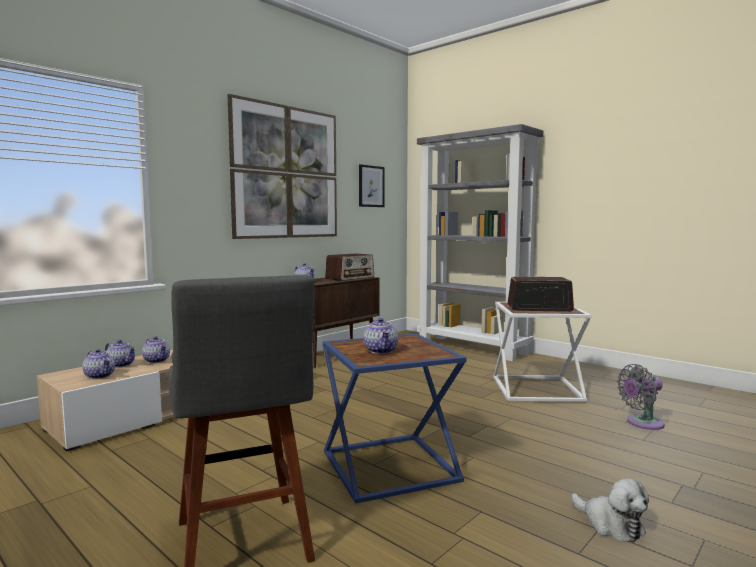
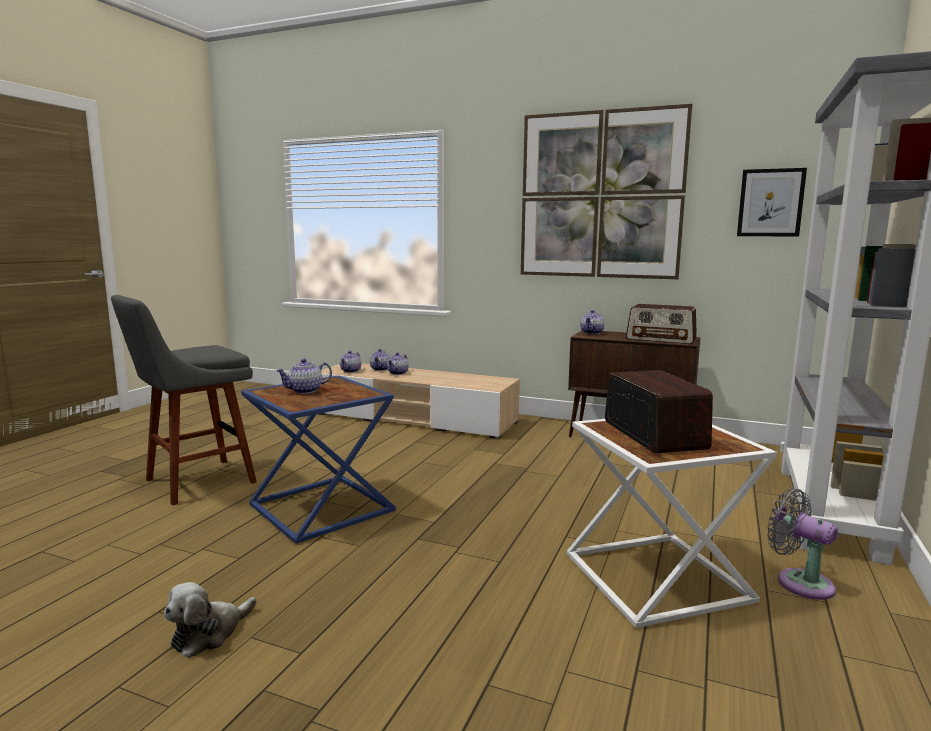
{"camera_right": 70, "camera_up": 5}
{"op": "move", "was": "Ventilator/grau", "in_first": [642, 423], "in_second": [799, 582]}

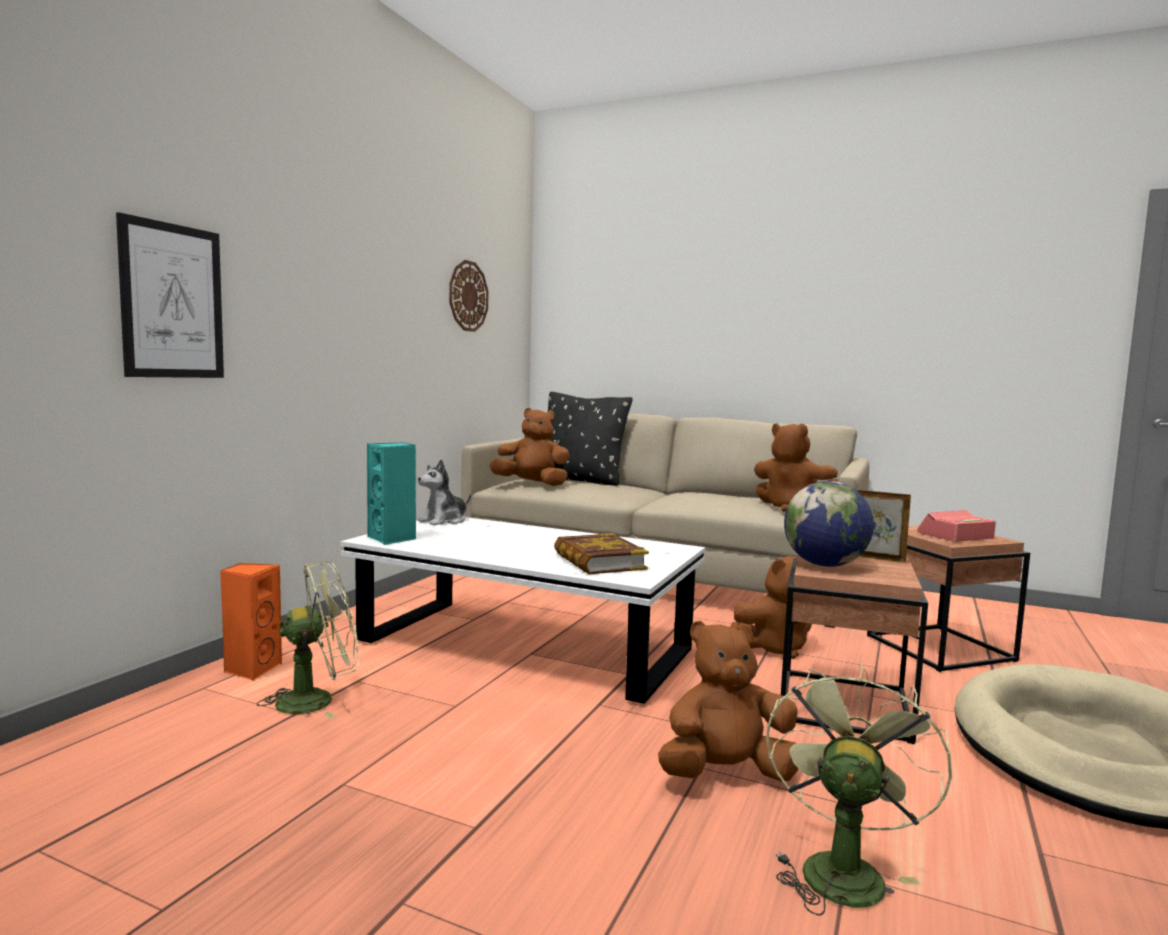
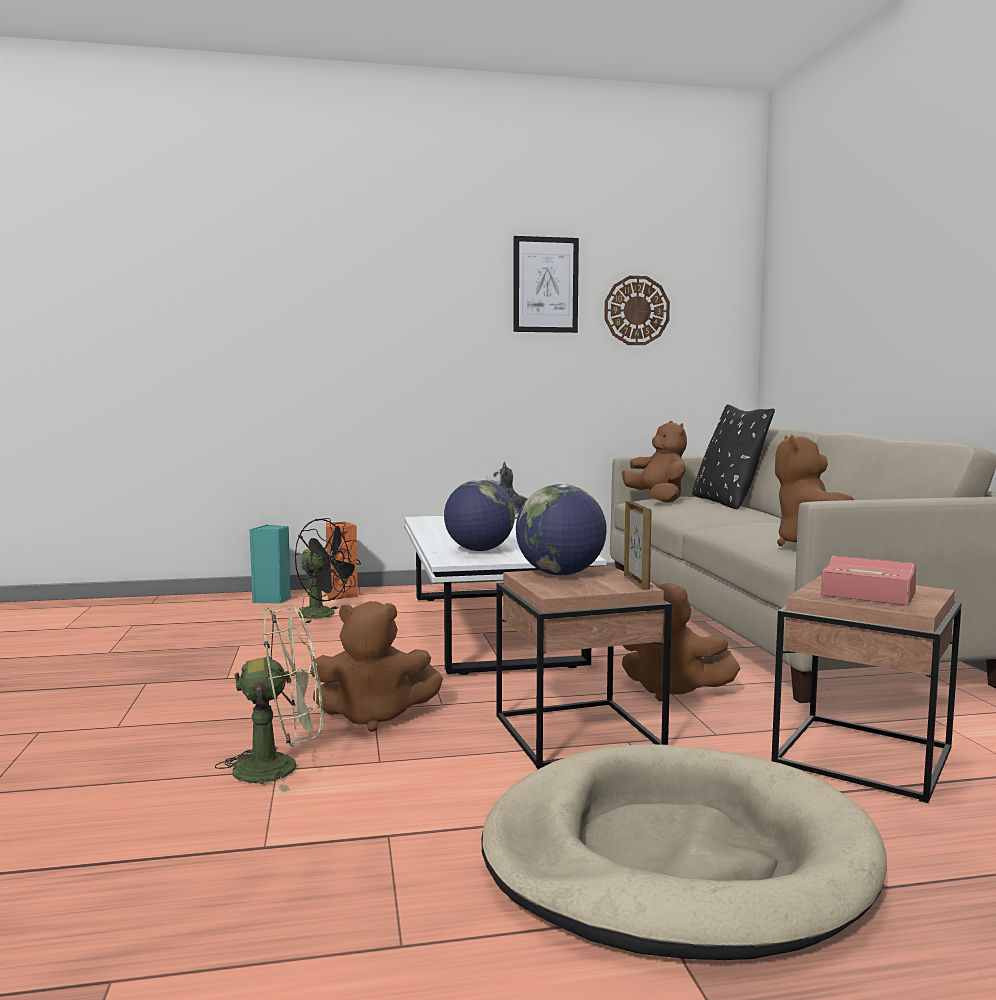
{"camera_right": 55, "camera_up": 0}
{"op": "move", "was": "Bild", "in_first": [172, 301], "in_second": [545, 285]}
{"op": "move", "was": "Lautsprecher/türkis", "in_first": [393, 539], "in_second": [272, 600]}
{"op": "replace", "was": "Buch", "now": "Globus", "in_first": [599, 561], "in_second": [479, 550]}
{"op": "recolor", "was": "Ventilator/grün", "now": "Ventilator/schwarz", "in_first": [317, 700], "in_second": [324, 615]}
{"op": "rotate", "was": "Plüschtier/braun", "in_first": [726, 773], "in_second": [374, 717], "clockwise": 135}

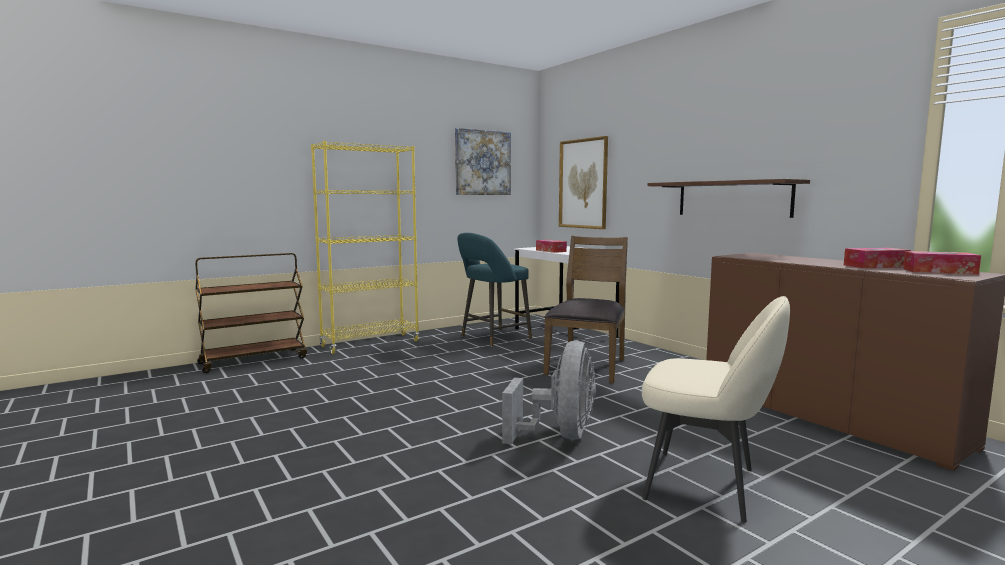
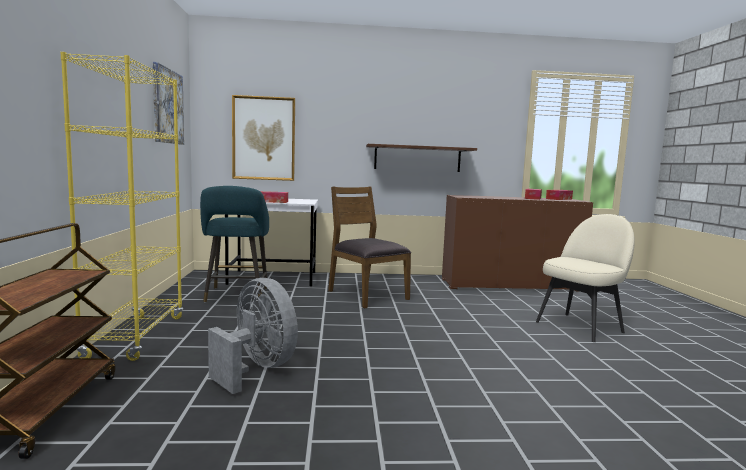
{"camera_right": -60, "camera_up": 0}
{"op": "move", "was": "Ventilator/grau", "in_first": [560, 435], "in_second": [256, 369]}

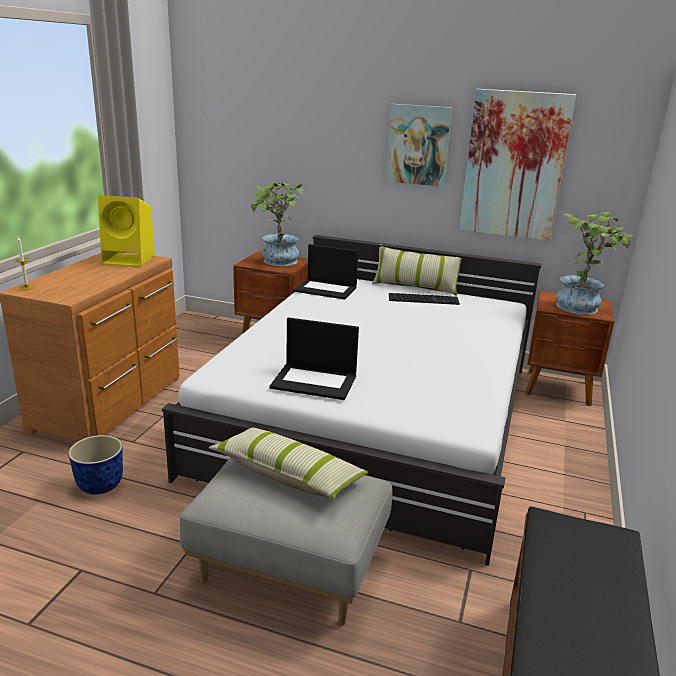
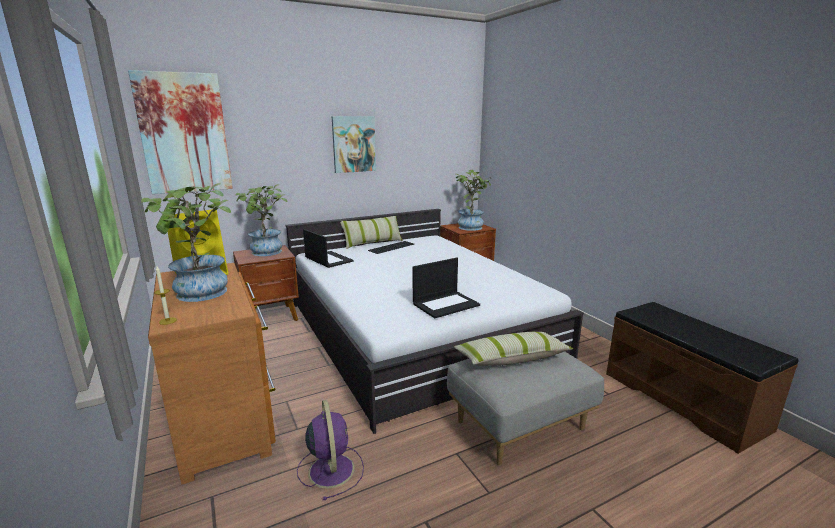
{"camera_right": -45, "camera_up": -5}
{"op": "move", "was": "Bild", "in_first": [514, 166], "in_second": [184, 134]}
{"op": "rotate", "was": "Laptop", "in_first": [326, 289], "in_second": [328, 259], "clockwise": -105}
{"op": "replace", "was": "Pflanzkübel", "now": "Ventilator/lila", "in_first": [100, 485], "in_second": [331, 469]}
{"op": "insert", "now": "Topfpflanze", "in_second": [201, 295]}

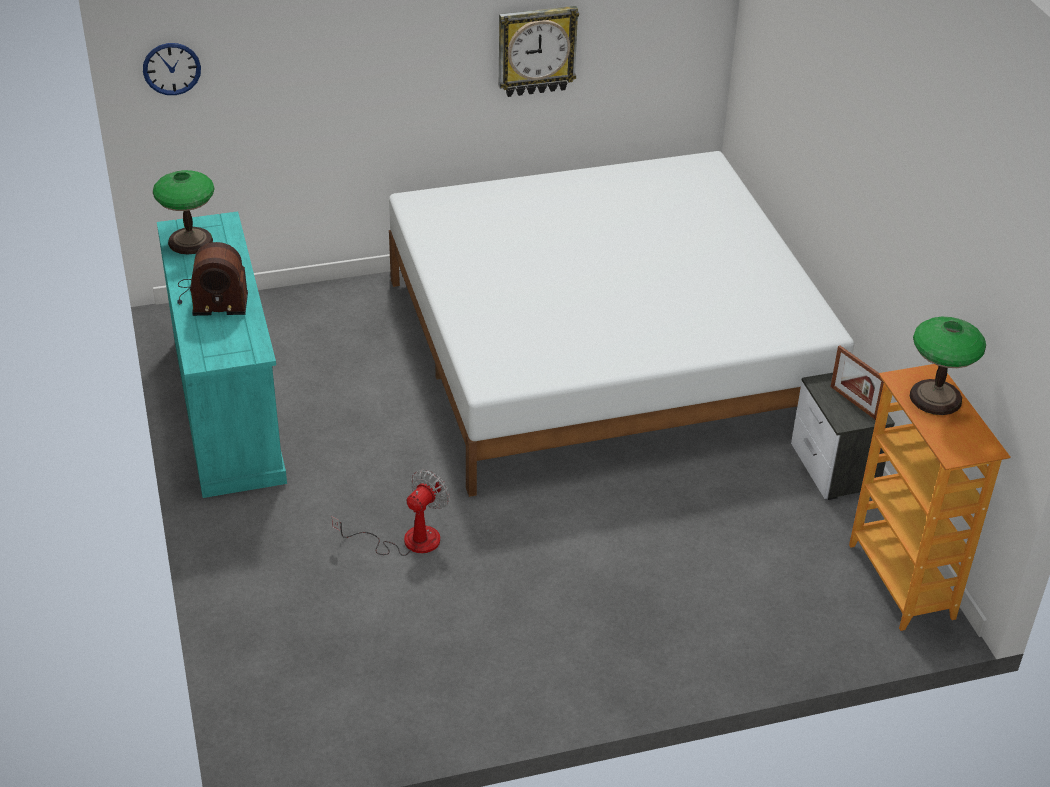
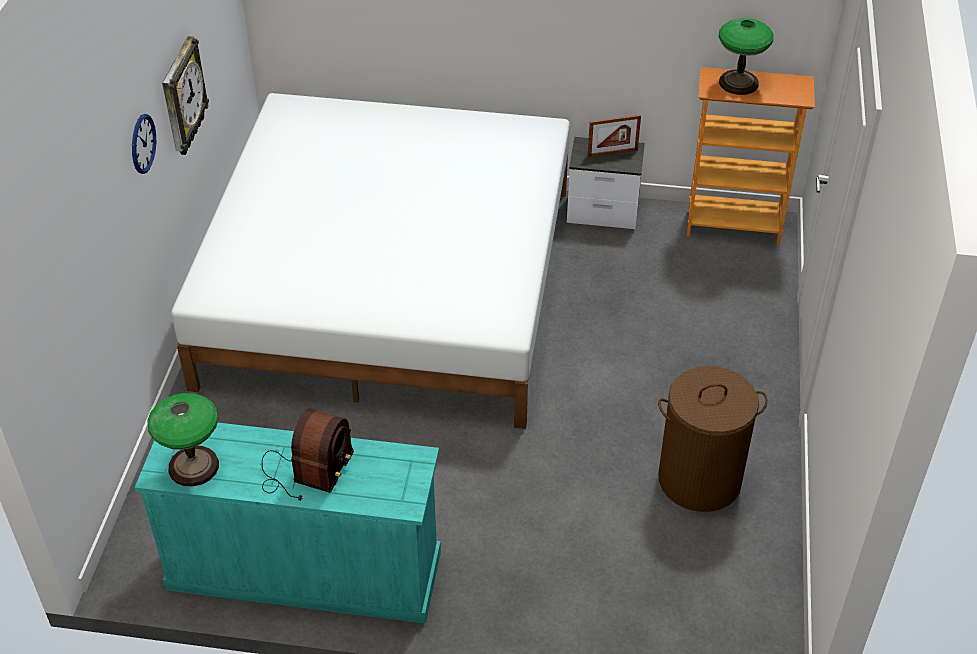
{"camera_right": -65, "camera_up": 5}
{"op": "move", "was": "Wanduhr", "in_first": [171, 68], "in_second": [143, 143]}
{"op": "delete", "was": "Ventilator", "in_first": [407, 540]}
{"op": "insert", "now": "Wäschekorb/braun", "in_second": [699, 479]}

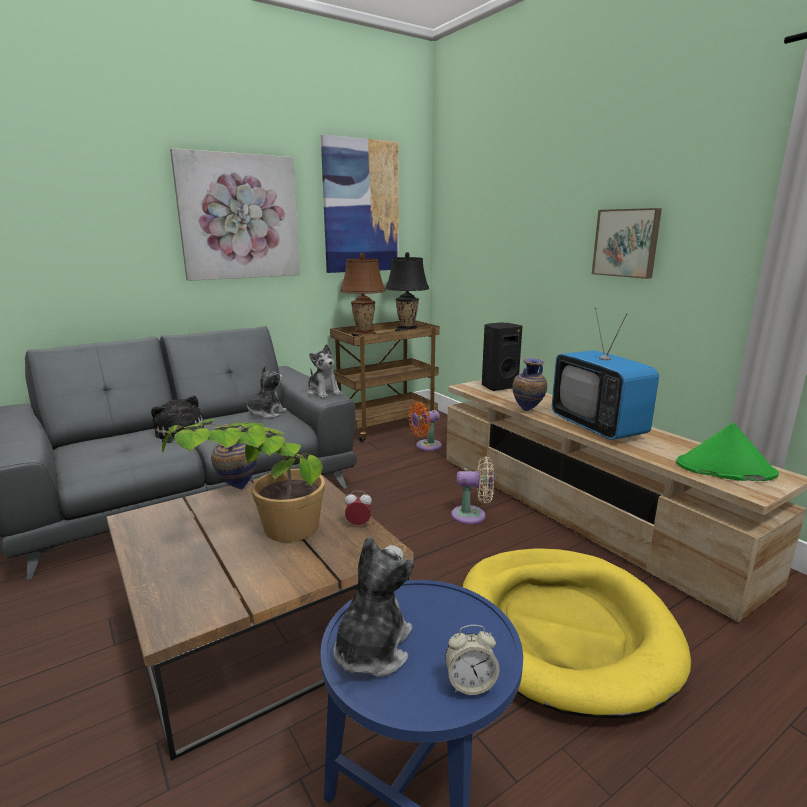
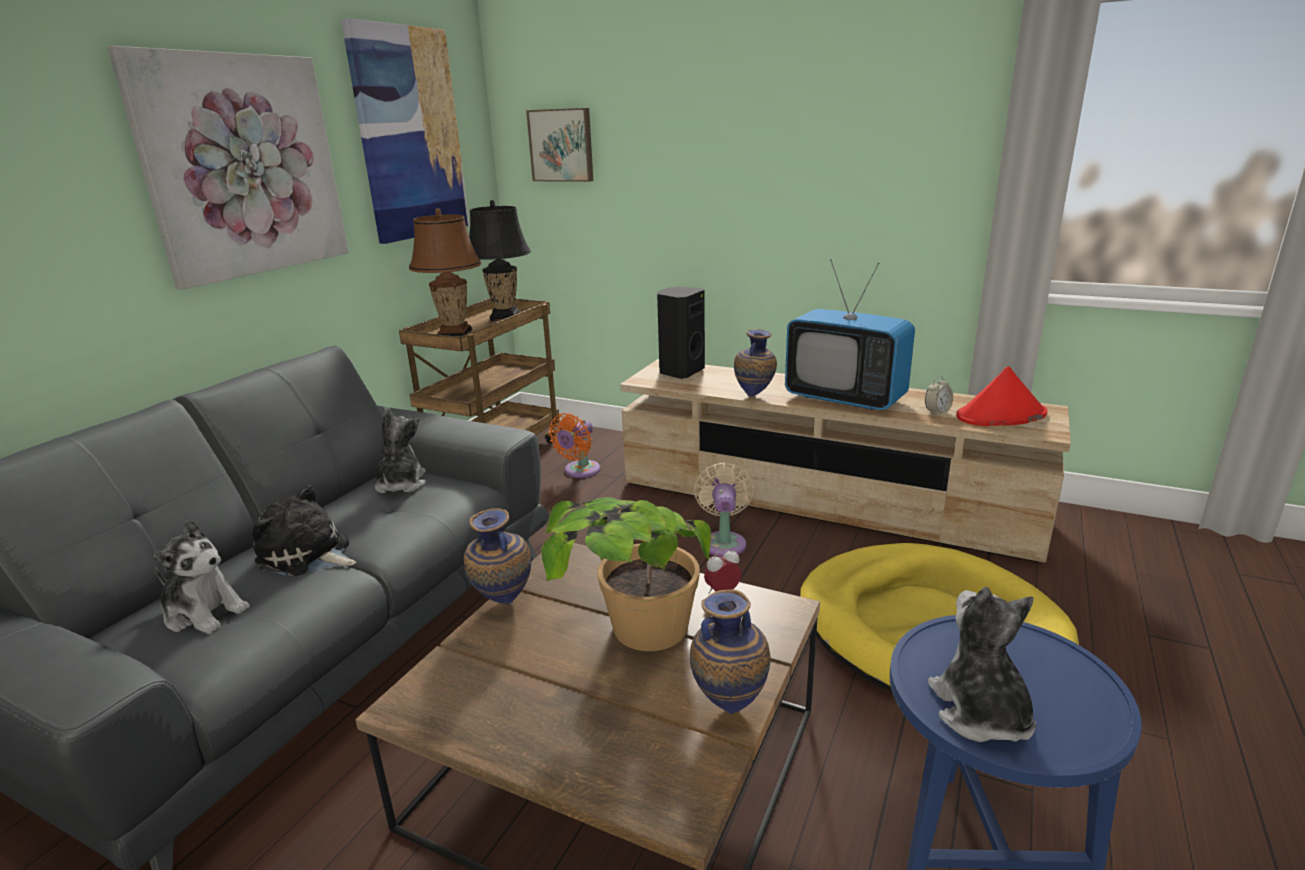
{"camera_right": -30, "camera_up": 5}
{"op": "move", "was": "Bild", "in_first": [626, 243], "in_second": [562, 145]}
{"op": "move", "was": "Plüschtier", "in_first": [323, 392], "in_second": [205, 613]}
{"op": "recolor", "was": "Hut/grün", "now": "Hut/rot", "in_first": [724, 469], "in_second": [1000, 415]}
{"op": "rotate", "was": "Ventilator/beige", "in_first": [472, 515], "in_second": [724, 542], "clockwise": -60}
{"op": "move", "was": "Wecker", "in_first": [470, 684], "in_second": [937, 411]}
{"op": "insert", "now": "Vase", "in_second": [729, 705]}

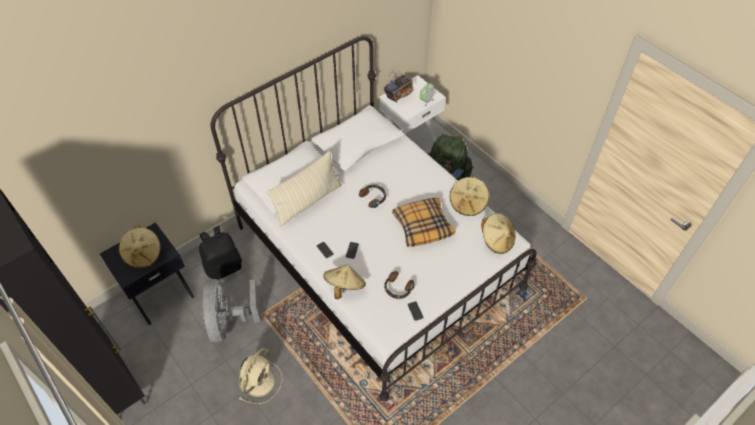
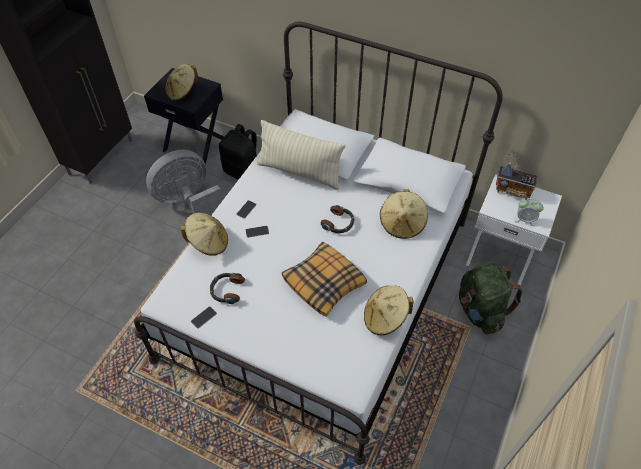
{"camera_right": 65, "camera_up": 0}
{"op": "move", "was": "Hut/beige", "in_first": [497, 240], "in_second": [402, 224]}
{"op": "delete", "was": "Ventilator/beige", "in_first": [260, 381]}

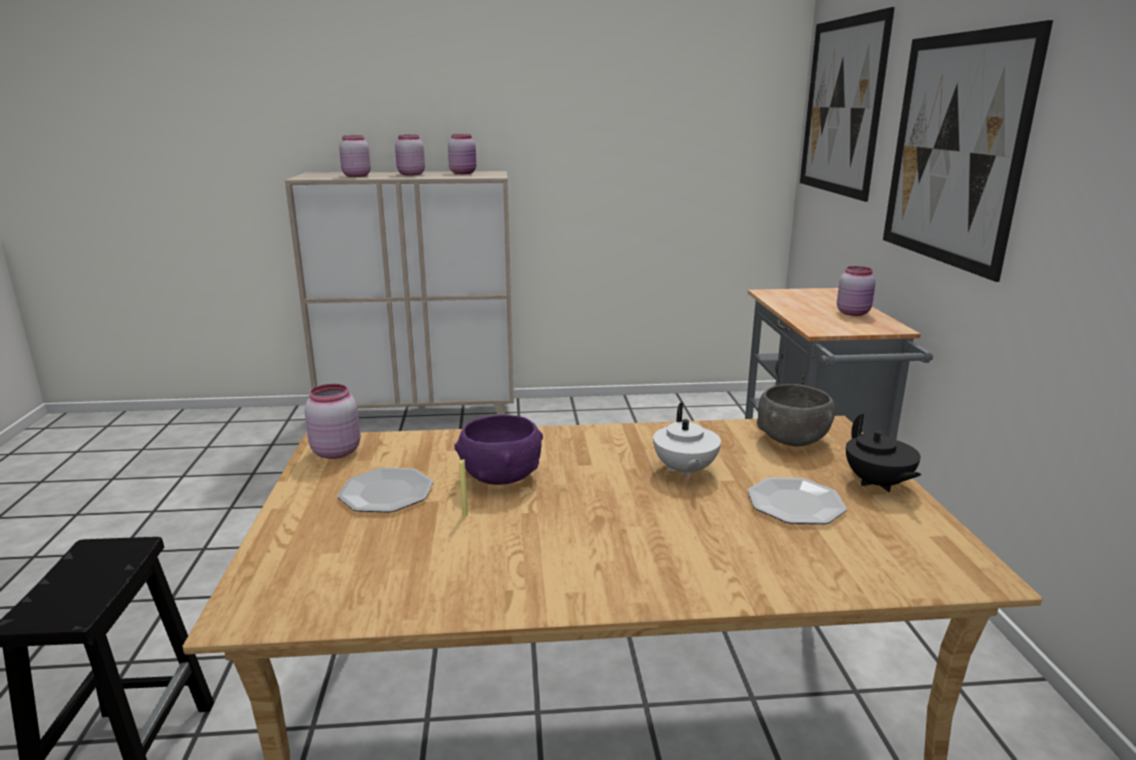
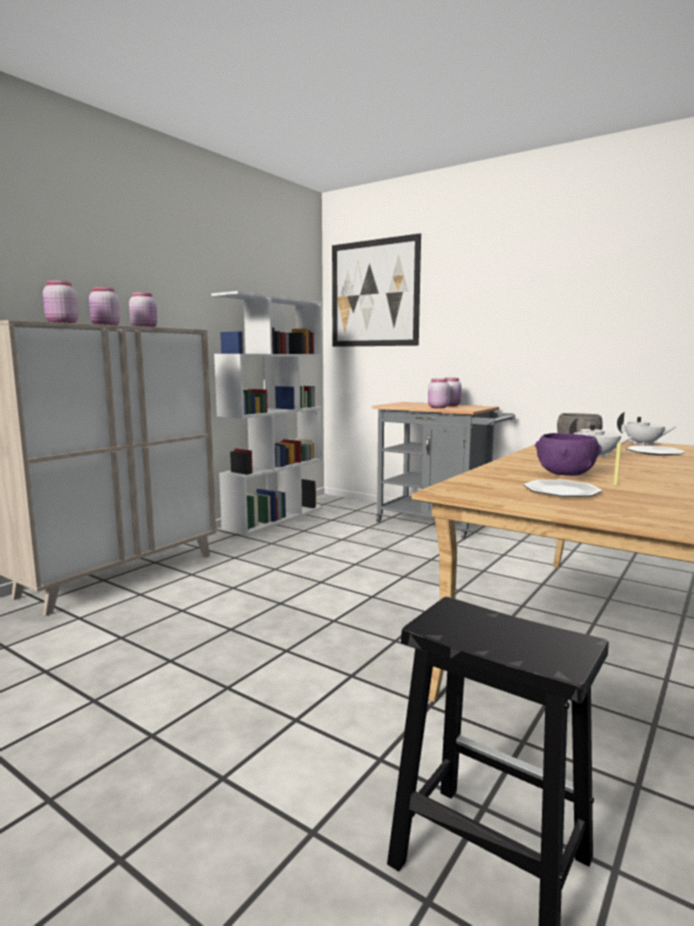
{"camera_right": -50, "camera_up": -10}
{"op": "delete", "was": "Bild", "in_first": [953, 150]}
{"op": "move", "was": "Vorratsglas/rosa", "in_first": [335, 451], "in_second": [437, 407]}
{"op": "recolor", "was": "Teekanne/schwarz", "now": "Teekanne/weiß", "in_first": [877, 484], "in_second": [643, 444]}
{"op": "insert", "now": "Bücherregal/weiß", "in_second": [275, 518]}

